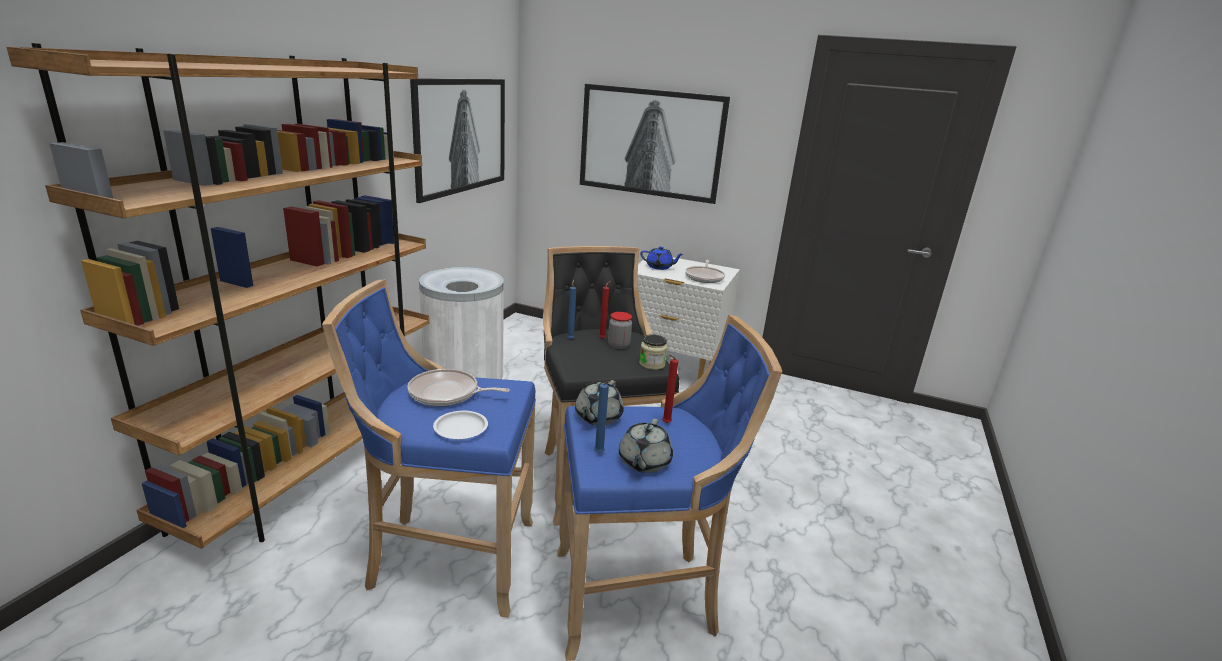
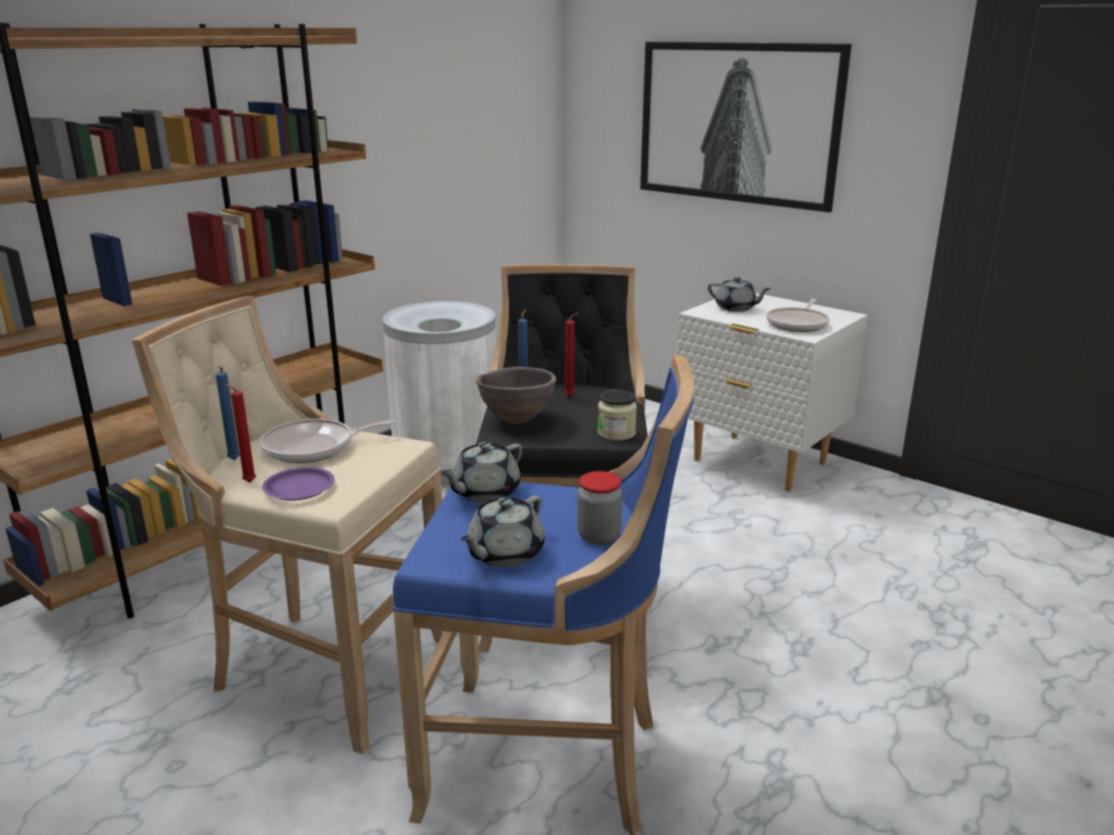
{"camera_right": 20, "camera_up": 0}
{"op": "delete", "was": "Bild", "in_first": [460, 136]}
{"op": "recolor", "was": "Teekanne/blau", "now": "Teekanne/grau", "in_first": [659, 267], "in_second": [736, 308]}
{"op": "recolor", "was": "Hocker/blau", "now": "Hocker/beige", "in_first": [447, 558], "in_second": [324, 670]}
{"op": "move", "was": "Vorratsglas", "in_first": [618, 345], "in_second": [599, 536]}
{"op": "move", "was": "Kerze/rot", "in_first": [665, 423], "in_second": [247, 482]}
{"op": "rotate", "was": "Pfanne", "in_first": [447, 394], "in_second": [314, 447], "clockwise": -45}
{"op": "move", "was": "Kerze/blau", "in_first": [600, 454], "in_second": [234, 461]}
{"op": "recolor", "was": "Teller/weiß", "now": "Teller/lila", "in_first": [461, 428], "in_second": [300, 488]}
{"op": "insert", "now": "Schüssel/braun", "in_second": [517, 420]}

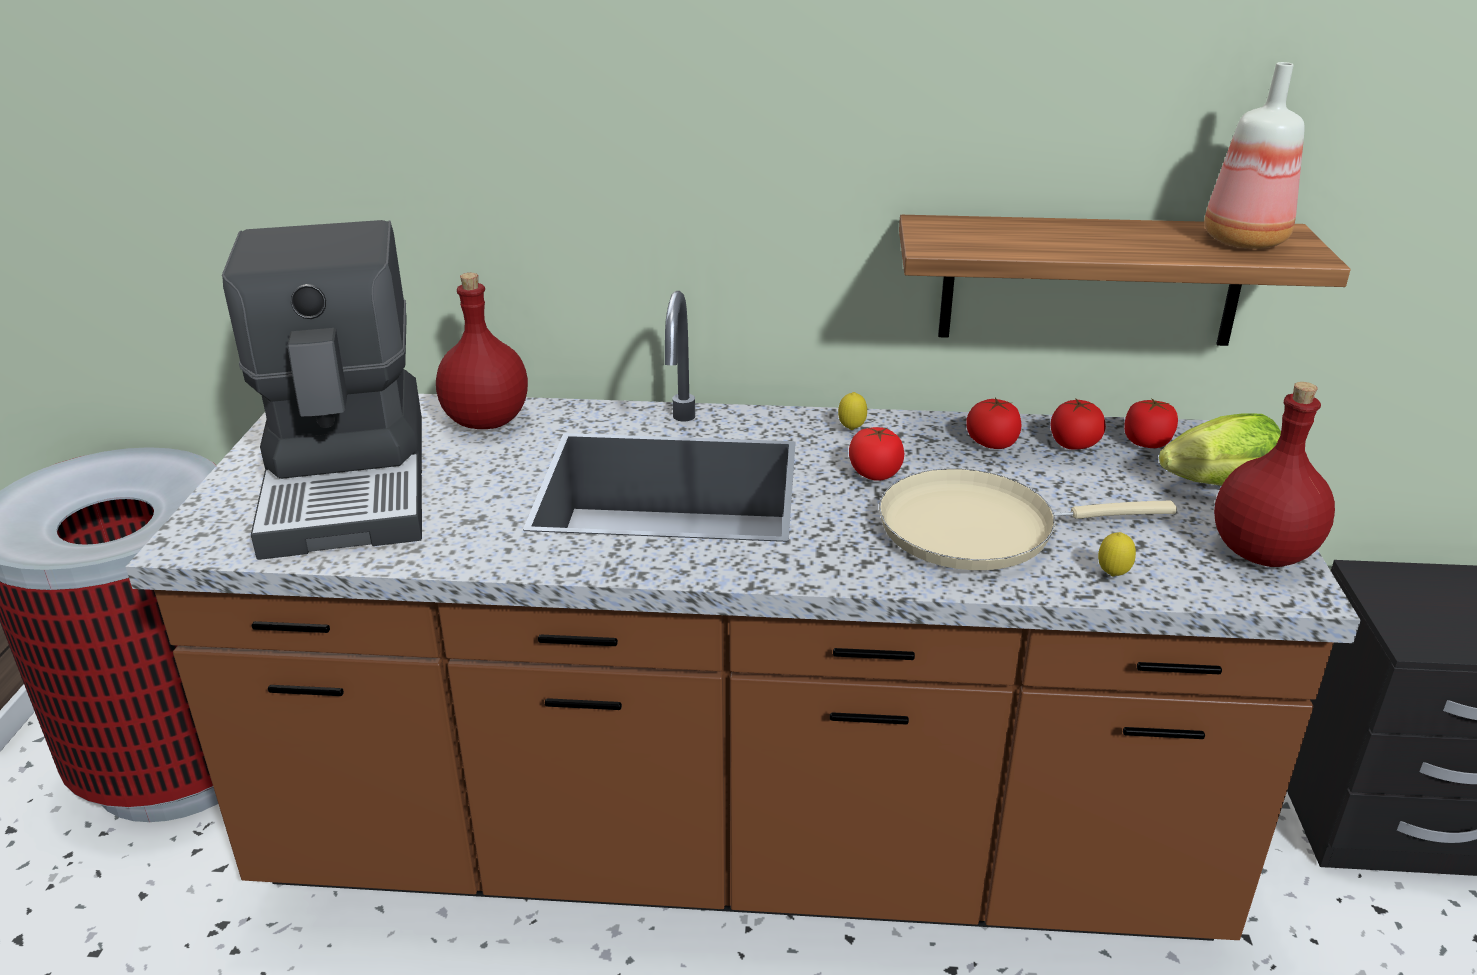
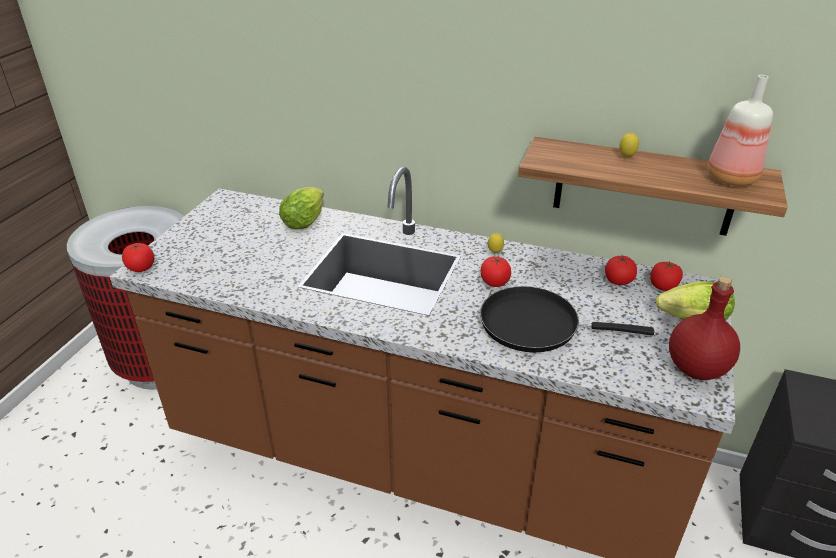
{"camera_right": 15, "camera_up": 5}
{"op": "delete", "was": "Kaffeemaschine", "in_first": [351, 480]}
{"op": "replace", "was": "Flasche/rot", "now": "Salatkopf", "in_first": [485, 422], "in_second": [306, 221]}
{"op": "move", "was": "Tomate", "in_first": [992, 443], "in_second": [141, 268]}
{"op": "recolor", "was": "Pfanne/beige", "now": "Pfanne/schwarz", "in_first": [979, 528], "in_second": [536, 325]}
{"op": "move", "was": "Zitrone", "in_first": [1112, 575], "in_second": [626, 157]}

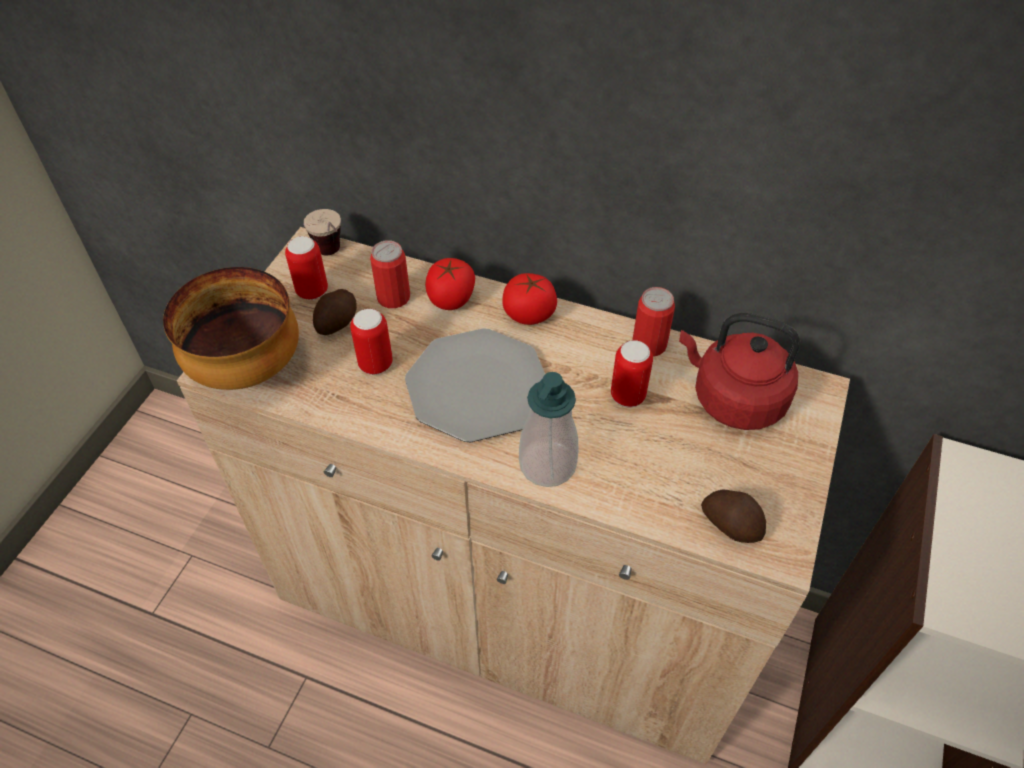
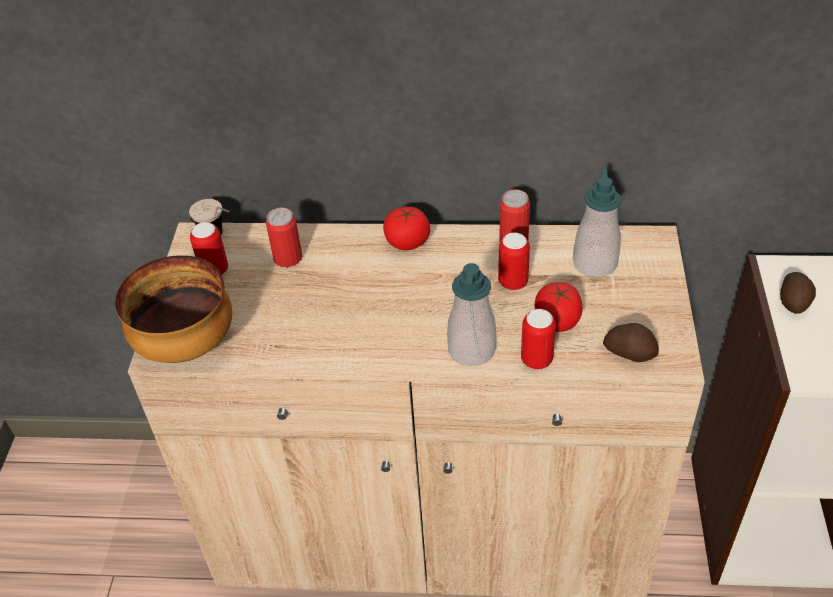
{"camera_right": -15, "camera_up": -5}
{"op": "move", "was": "Tomate", "in_first": [451, 299], "in_second": [557, 320]}
{"op": "move", "was": "Kartoffel", "in_first": [338, 322], "in_second": [794, 301]}
{"op": "move", "was": "Dose", "in_first": [375, 364], "in_second": [536, 360]}
{"op": "replace", "was": "Wasserkessel/rot", "now": "Seifenspender", "in_first": [733, 399], "in_second": [595, 263]}
{"op": "delete", "was": "Teller", "in_first": [477, 387]}

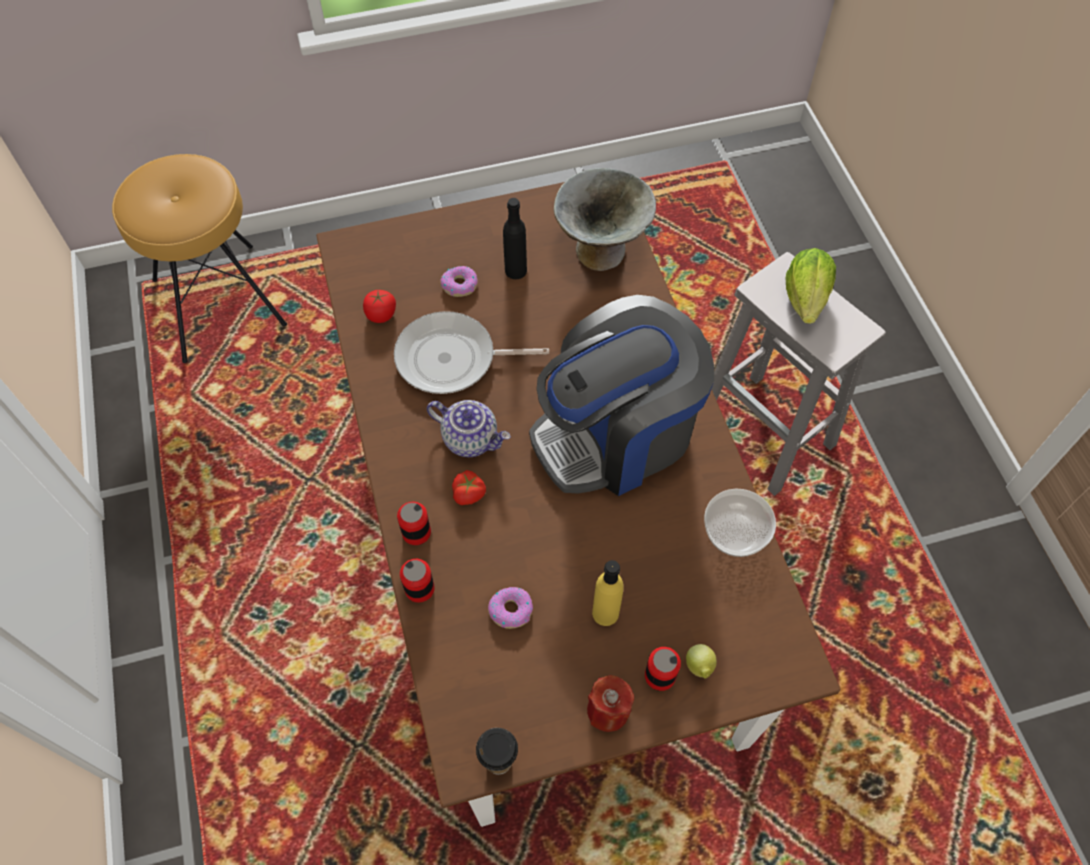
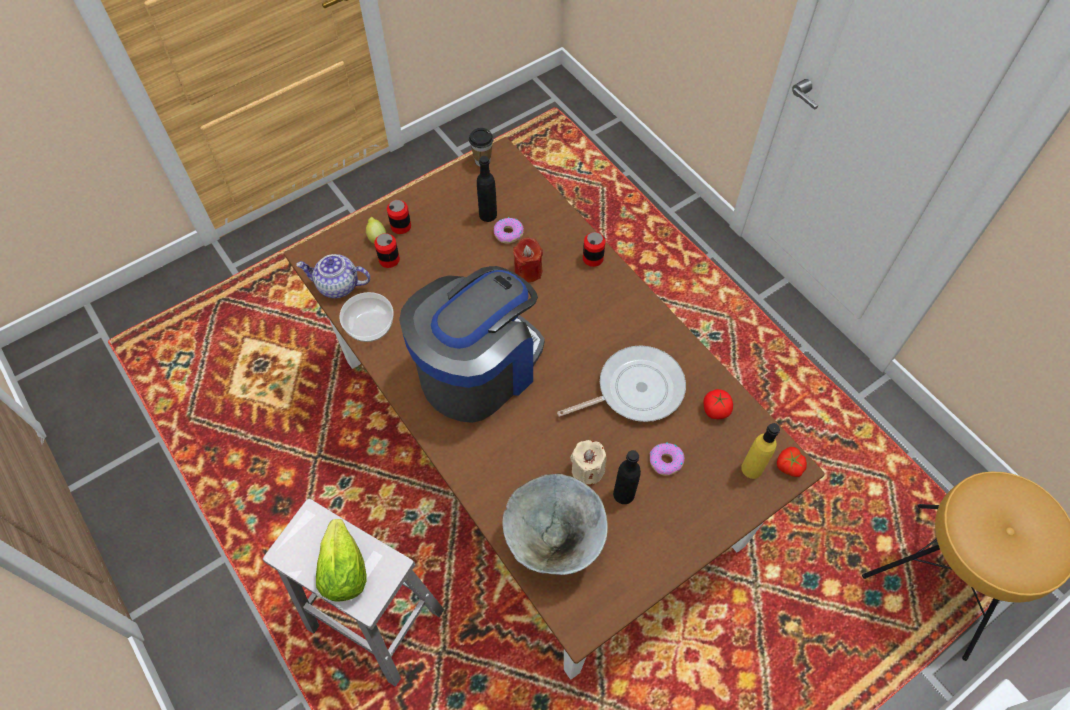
{"camera_right": 160, "camera_up": 0}
{"op": "move", "was": "Teekanne", "in_first": [471, 439], "in_second": [337, 286]}
{"op": "move", "was": "Tomate", "in_first": [469, 493], "in_second": [788, 466]}
{"op": "move", "was": "Dose", "in_first": [419, 588], "in_second": [389, 260]}
{"op": "move", "was": "Flasche/gelb", "in_first": [605, 613], "in_second": [752, 468]}
{"op": "move", "was": "Kerze/rot", "in_first": [608, 710], "in_second": [528, 271]}
{"op": "insert", "now": "Flasche/schwarz", "in_second": [488, 214]}
{"op": "insert", "now": "Kerze/beige", "in_second": [587, 470]}

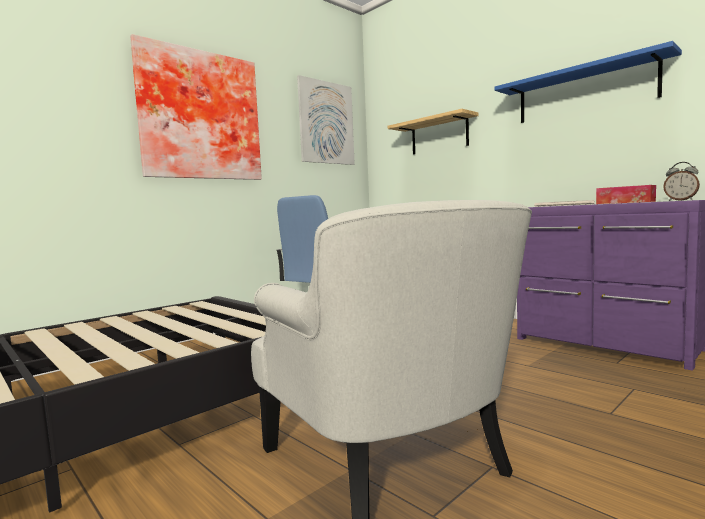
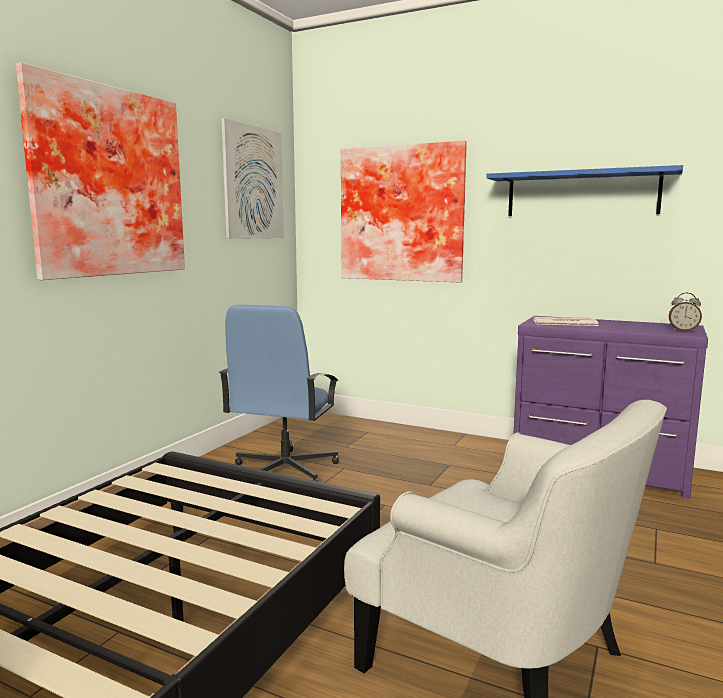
{"camera_right": -20, "camera_up": 5}
{"op": "replace", "was": "Wandregal", "now": "Bild", "in_first": [439, 135], "in_second": [402, 214]}
{"op": "delete", "was": "Taschentuchbox", "in_first": [625, 202]}

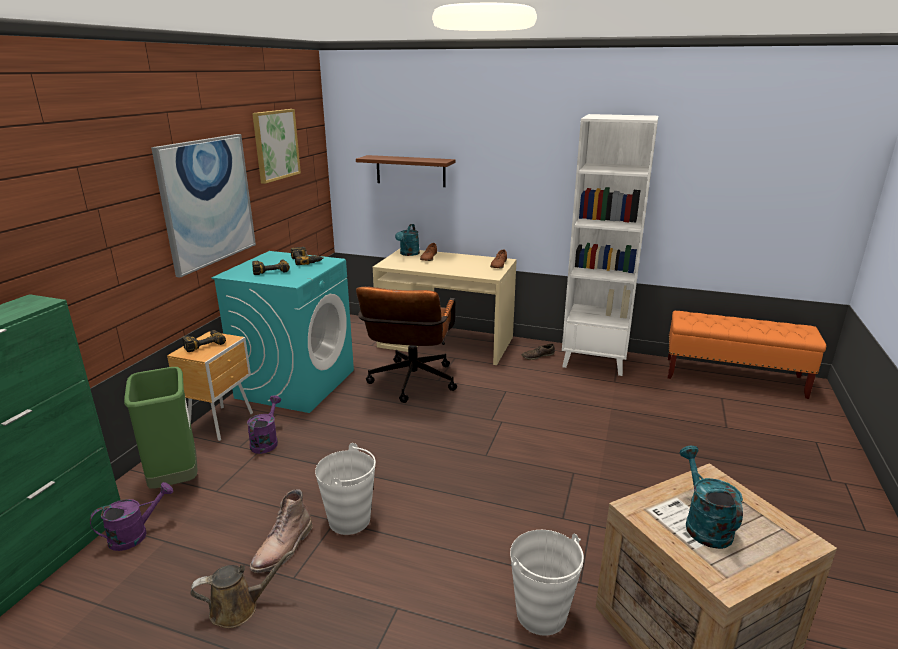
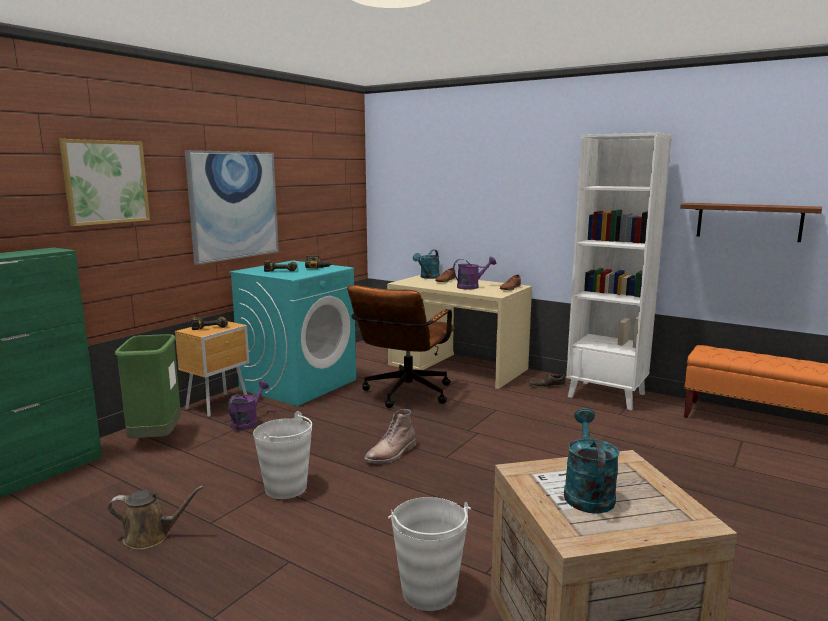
{"camera_right": 15, "camera_up": -10}
{"op": "move", "was": "Bild", "in_first": [276, 145], "in_second": [105, 182]}
{"op": "move", "was": "Wandregal/braun", "in_first": [410, 171], "in_second": [748, 221]}
{"op": "move", "was": "Gießkanne/lila", "in_first": [135, 534], "in_second": [471, 287]}
{"op": "move", "was": "Stiefel/braun", "in_first": [283, 548], "in_second": [391, 454]}

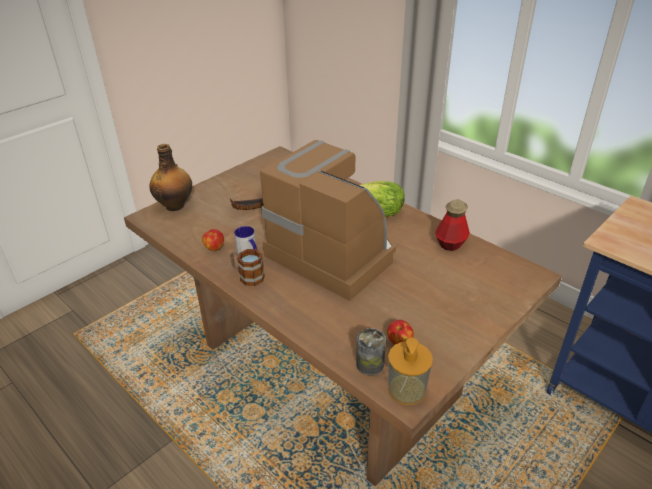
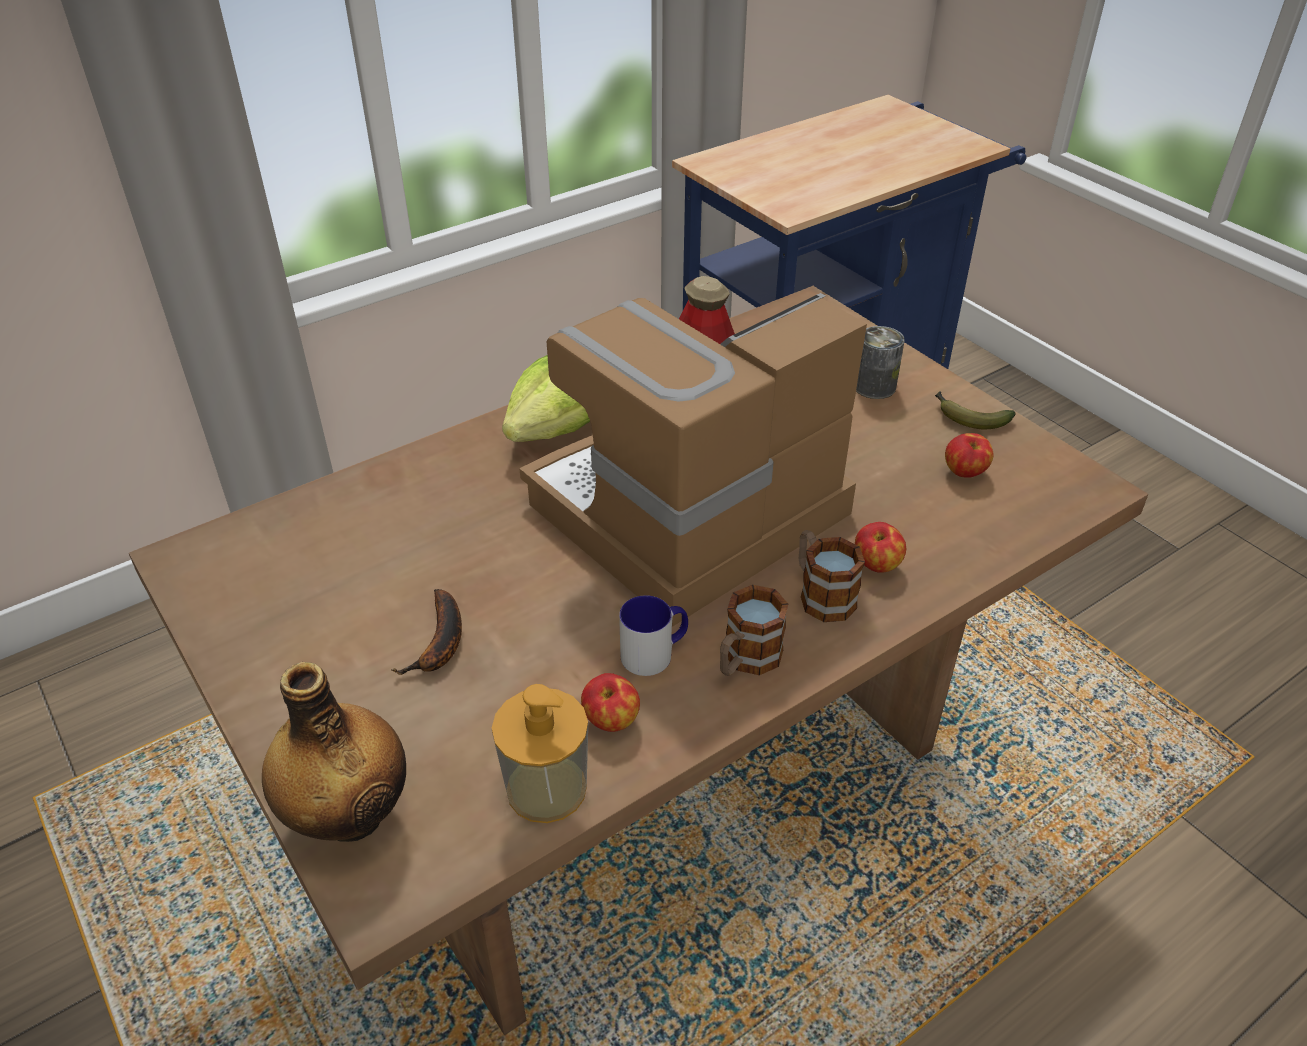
{"camera_right": -80, "camera_up": 5}
{"op": "move", "was": "Dose", "in_first": [370, 364], "in_second": [874, 386]}
{"op": "move", "was": "Seifenspender", "in_first": [406, 389], "in_second": [546, 788]}
{"op": "insert", "now": "Banane", "in_second": [968, 417]}
{"op": "insert", "now": "Apfel", "in_second": [876, 565]}
{"op": "insert", "now": "Henkelbecher", "in_second": [821, 594]}

